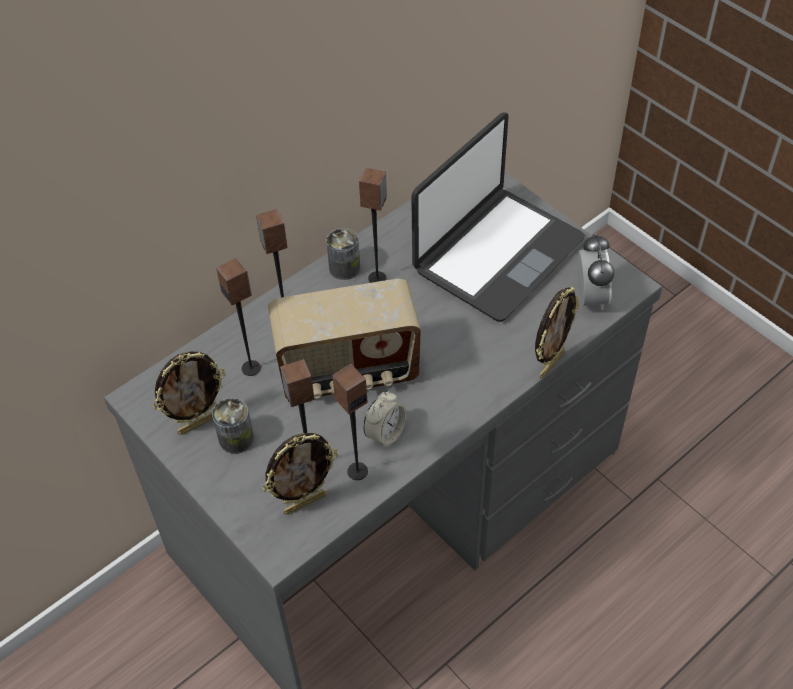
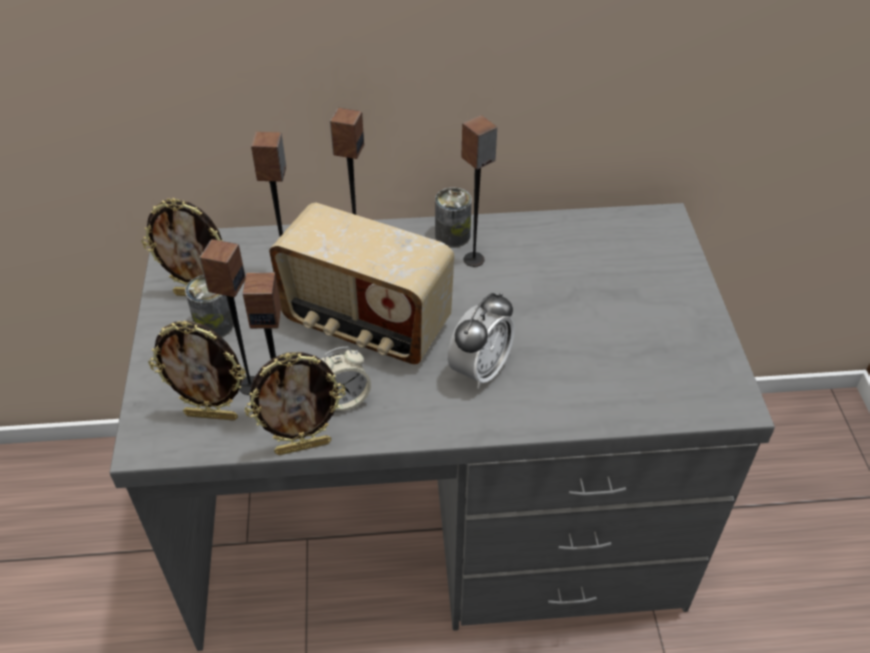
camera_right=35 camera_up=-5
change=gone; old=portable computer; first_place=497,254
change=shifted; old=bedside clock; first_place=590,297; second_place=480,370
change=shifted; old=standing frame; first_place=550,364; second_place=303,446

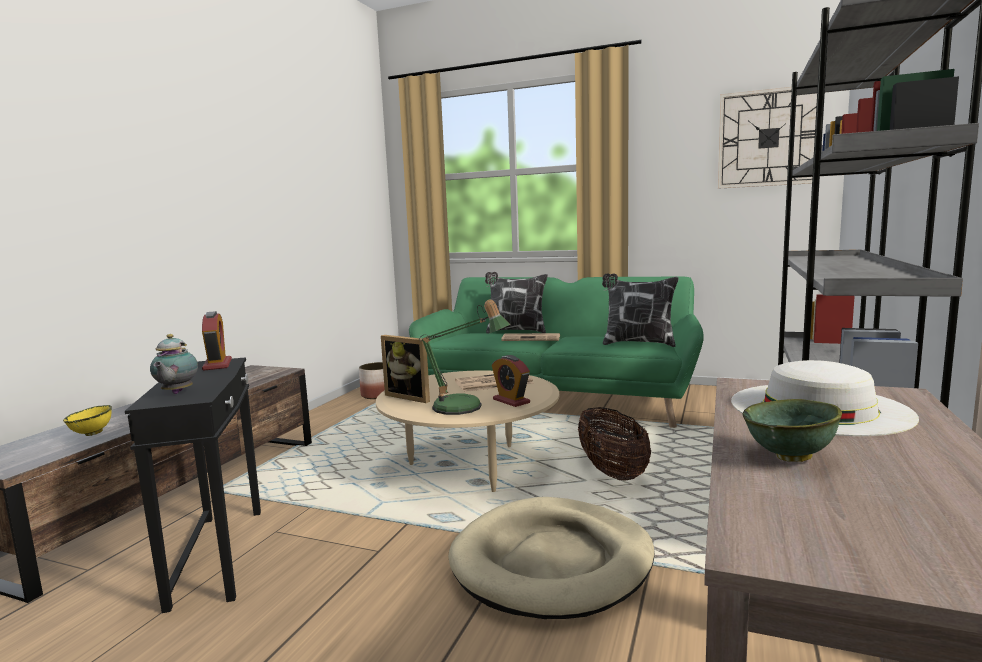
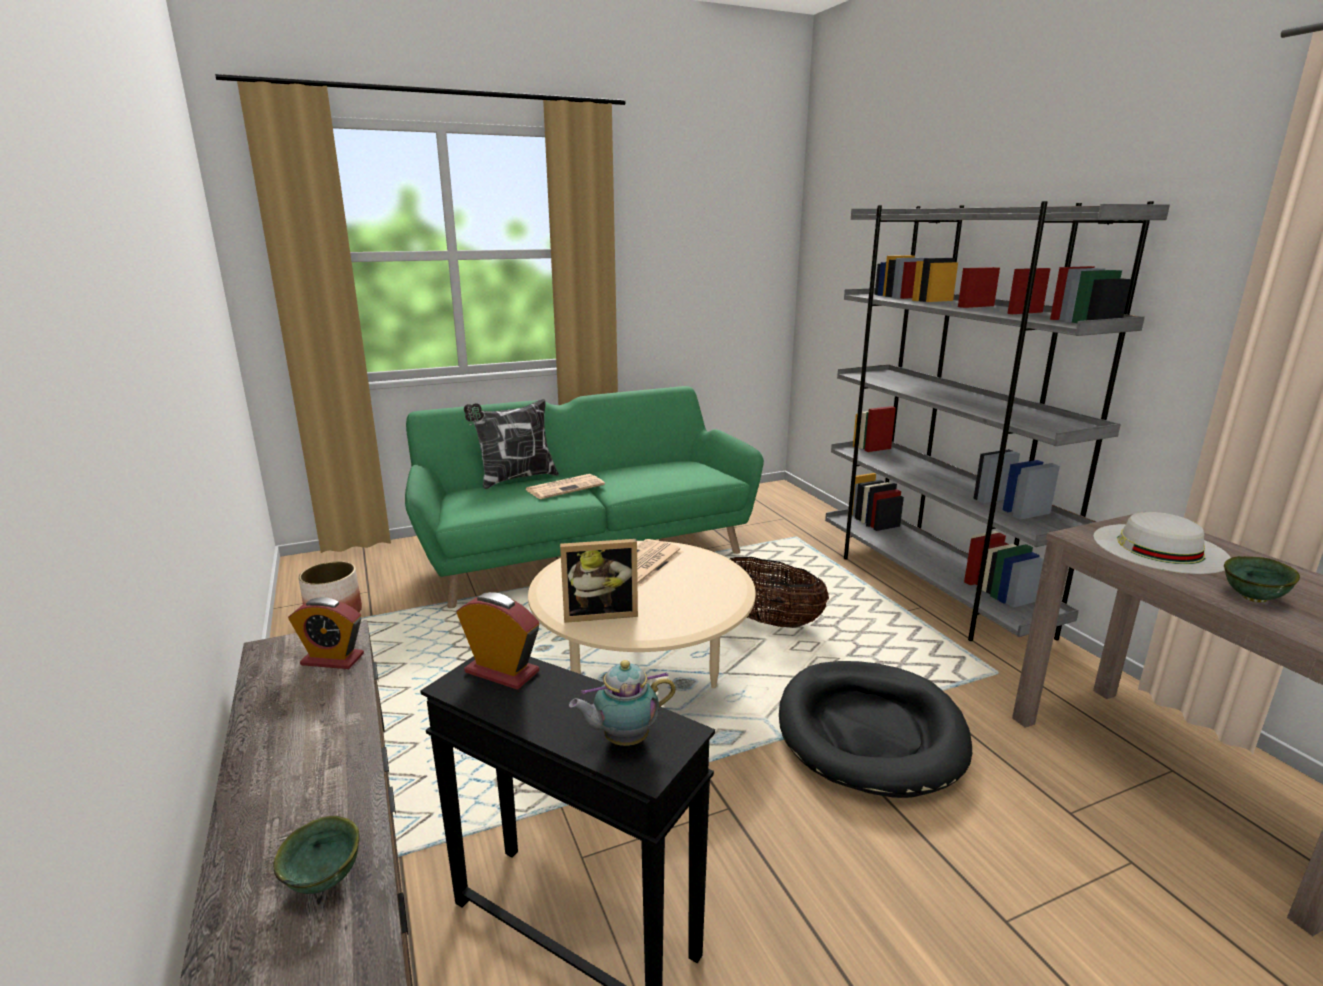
camera_right=-45 camera_up=10
change=gone; old=clock on the wall; first_place=768,138
change=gone; old=pillow; first_place=637,343
change=gone; old=table lamp; first_place=464,408
change=rotated; old=pot for tea; first_place=176,393; second_place=623,740; degrees=120
change=shifted; old=bedside clock; first_place=511,401; second_place=332,659
change=repainted; old=serving bowl (yellow); new=serving bowl (greenish); first_place=92,434; second_place=326,880
change=repainted; old=dog bed (sand-coloured); new=dog bed (blackish); first_place=553,562; second_place=870,731

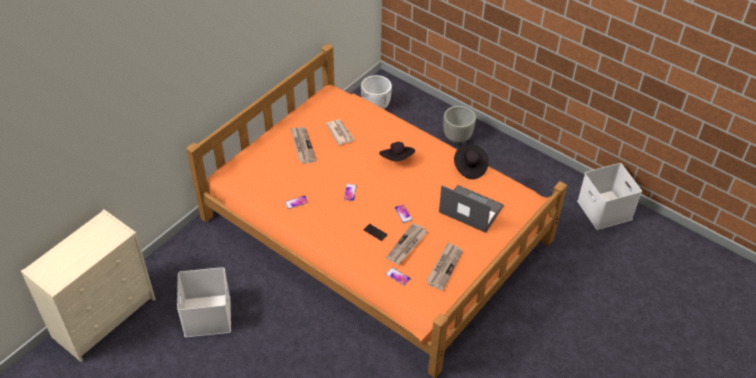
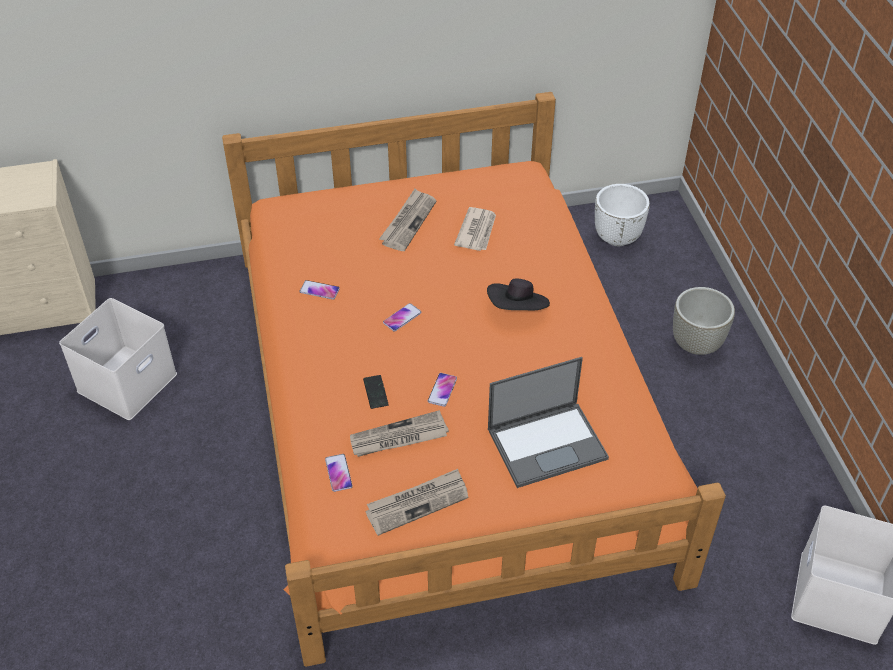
camera_right=40 camera_up=0
change=gone; old=hat (blackish); first_place=469,167
change=rotated; old=portable computer; first_place=470,209; second_place=548,443; degrees=90

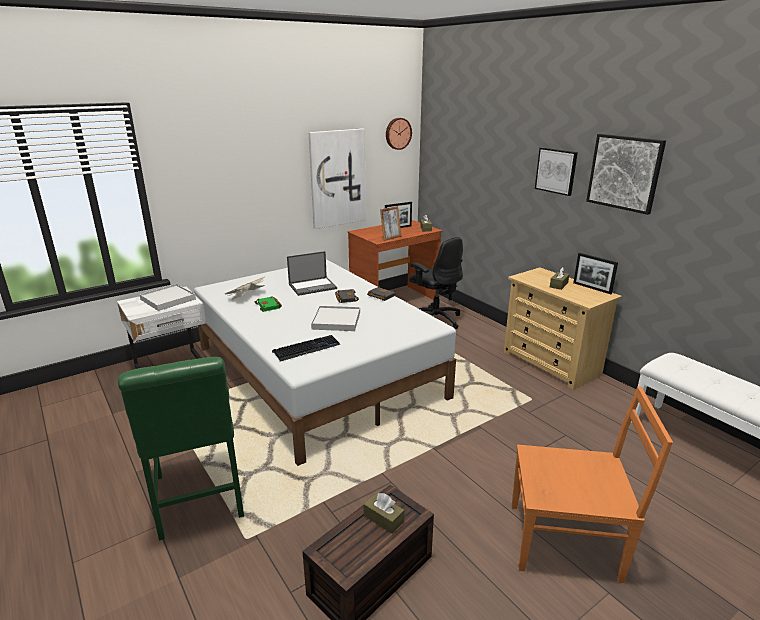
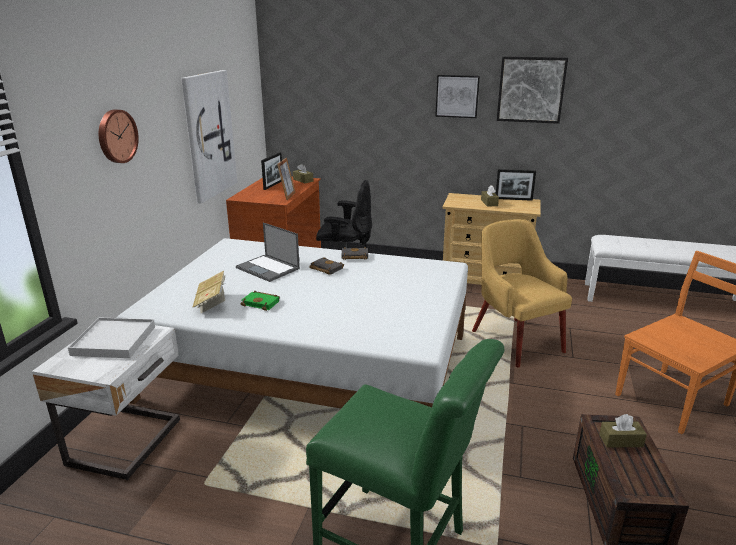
camera_right=-40 camera_up=0
change=shifted; old=clock on the wall; first_place=397,133; second_place=116,136
change=rotated; old=portable computer; first_place=313,286; second_place=268,268; degrees=105
change=gone; old=carrying tray (white); first_place=336,321
change=gone; old=PC keyboard; first_place=306,349
change=new; new=armchair (yellow); second_place=515,340

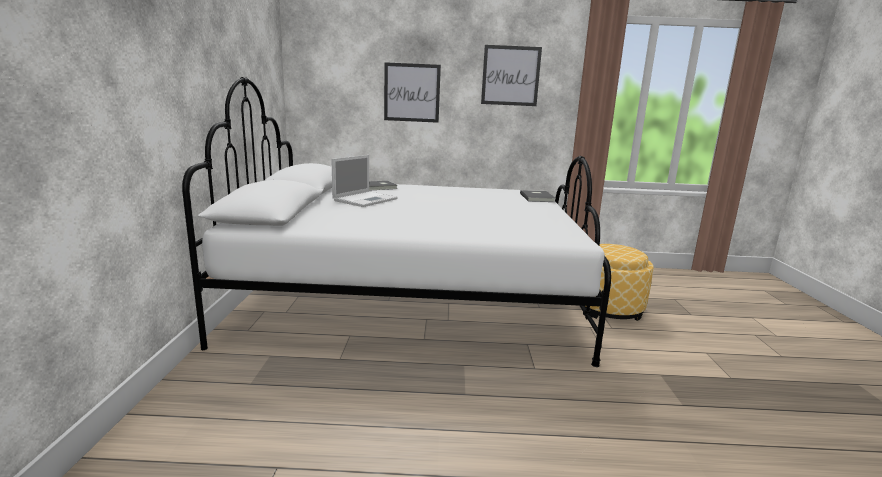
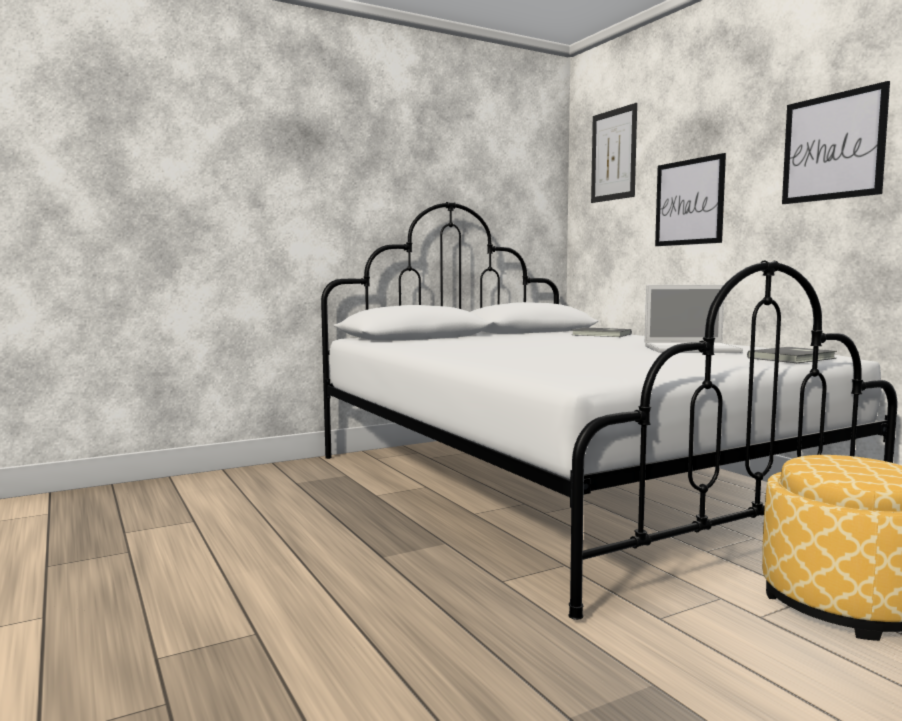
camera_right=60 camera_up=-10
change=shifted; old=portable computer; first_place=366,199; second_place=692,349
change=new; new=wall picture; second_place=613,155

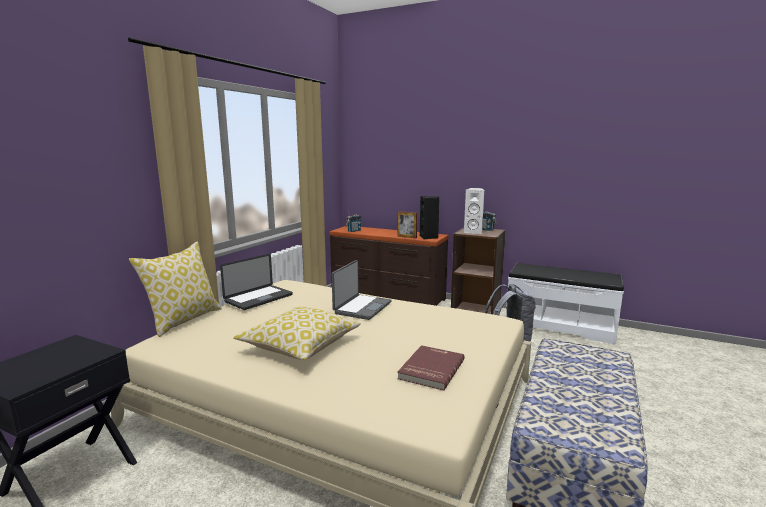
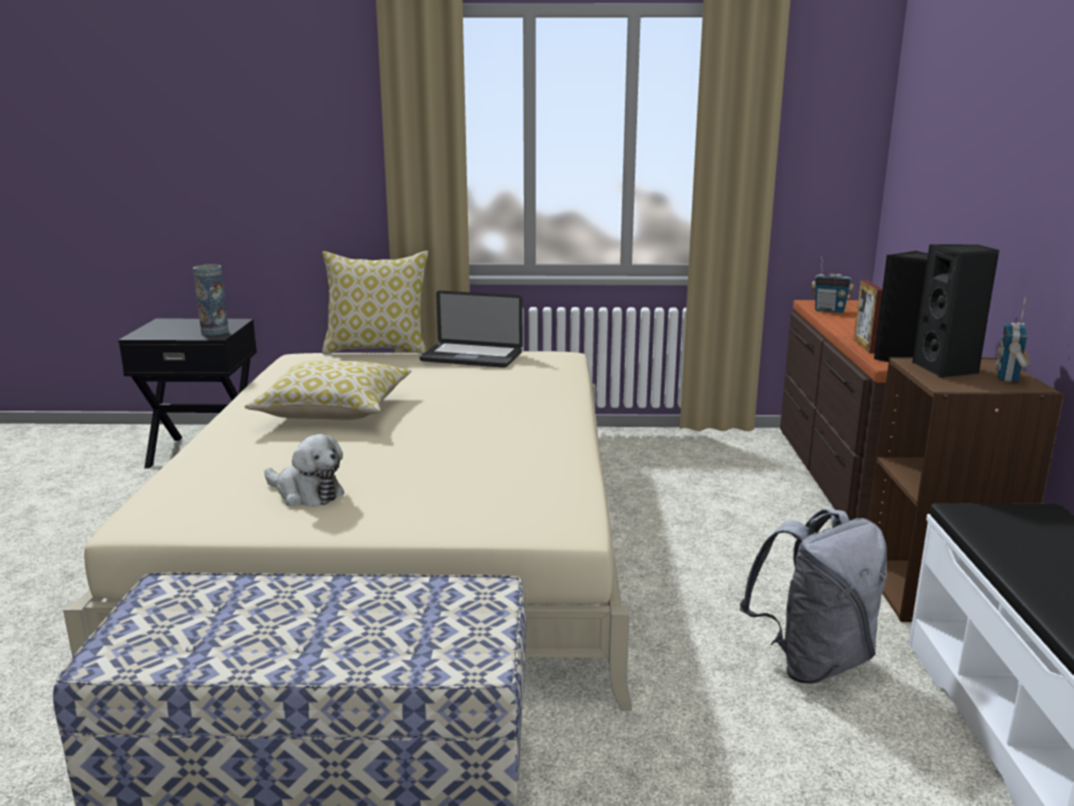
camera_right=65 camera_up=5
change=repainted; old=speaker (white); new=speaker (blackish); first_place=473,232; second_place=947,369
change=gone; old=portable computer; first_place=362,307
change=swapped; old=book (red); new=plush toy; first_place=430,369; second_place=306,493
change=new; new=vase; second_place=214,331

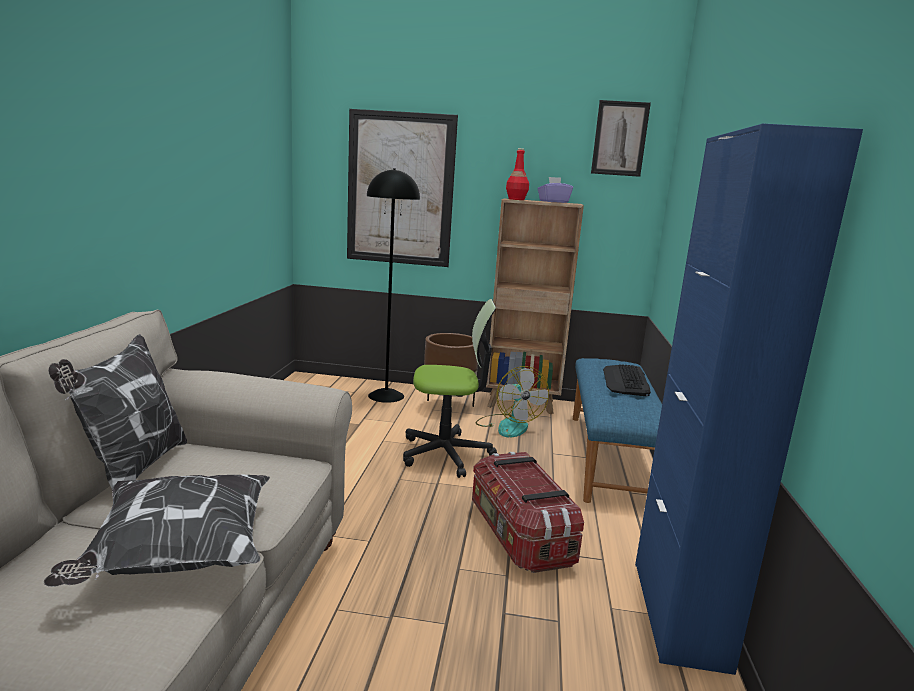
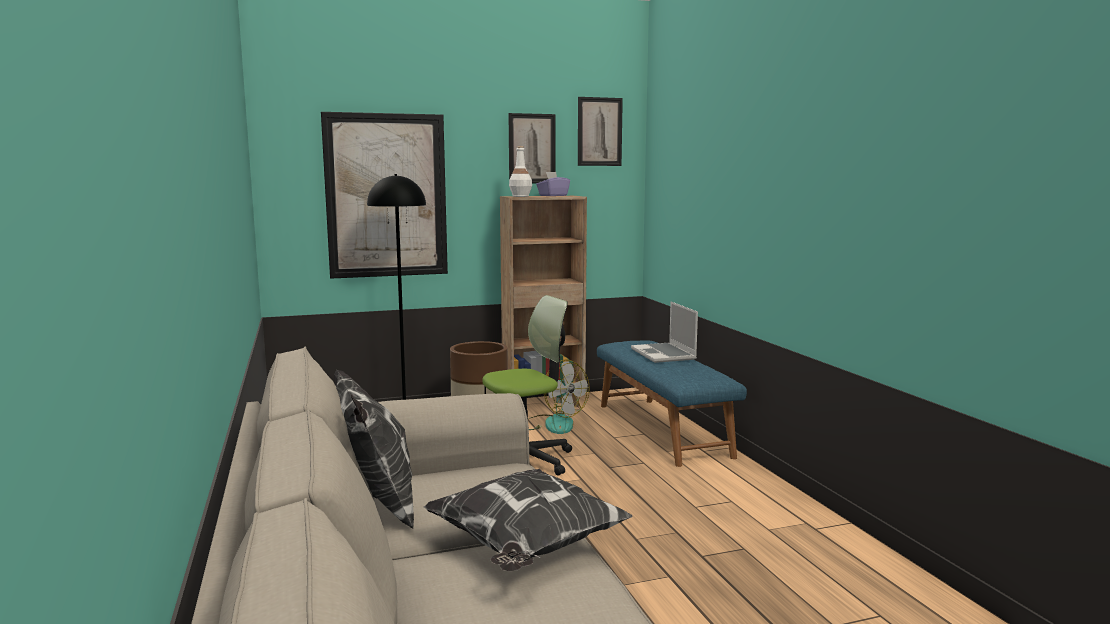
camera_right=-25 camera_up=-5
change=gone; old=cabinet (blue); first_place=679,613
change=repainted; old=drink bottle (red); new=drink bottle (white); first_place=516,199; second_place=520,196
change=swapped; old=PC keyboard; new=portable computer; first_place=625,381; second_place=664,354
change=gone; old=storage box; first_place=519,535
change=new; new=wall picture; second_place=532,148

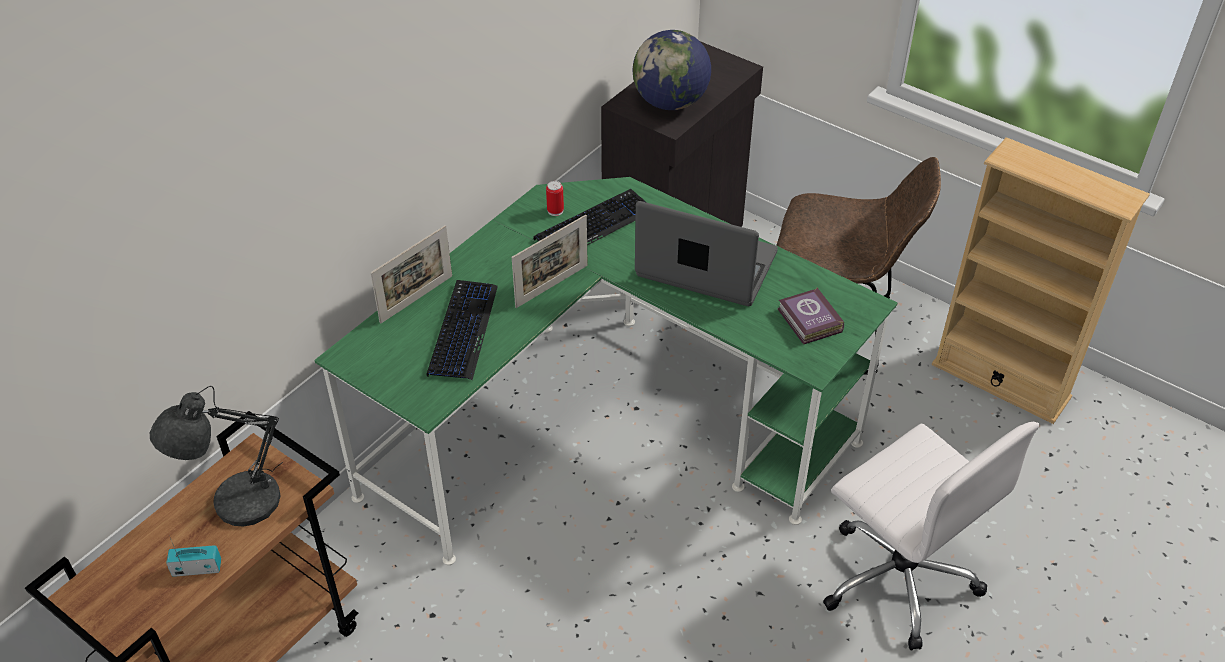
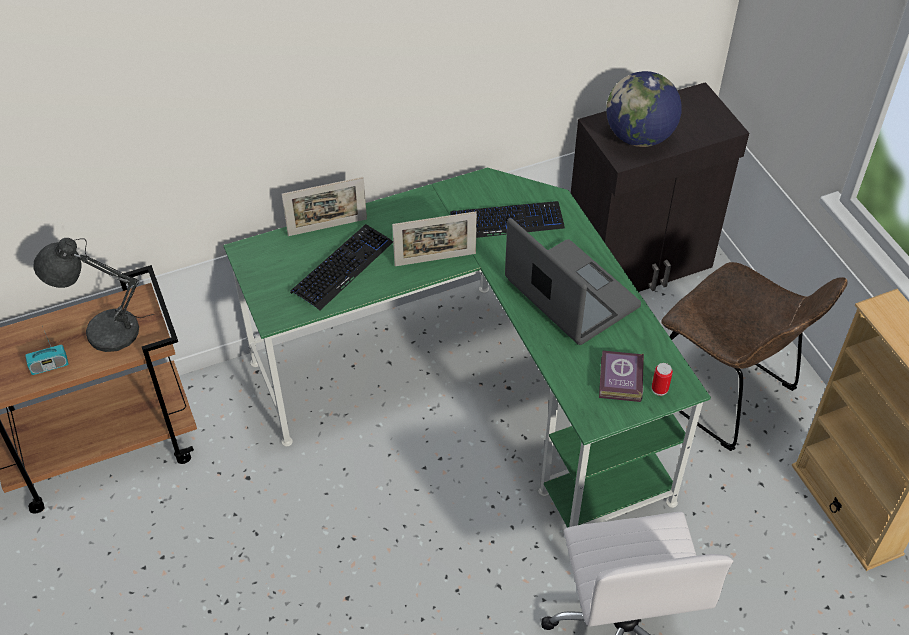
camera_right=30 camera_up=5
change=shifted; old=sealed can; first_place=555,211; second_place=659,389
change=rotated; old=radio set; first_place=197,568; second_place=49,366; degrees=135

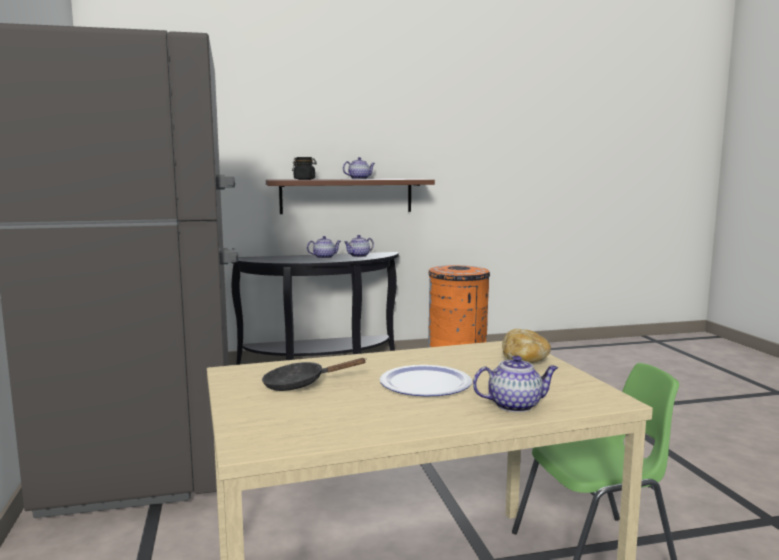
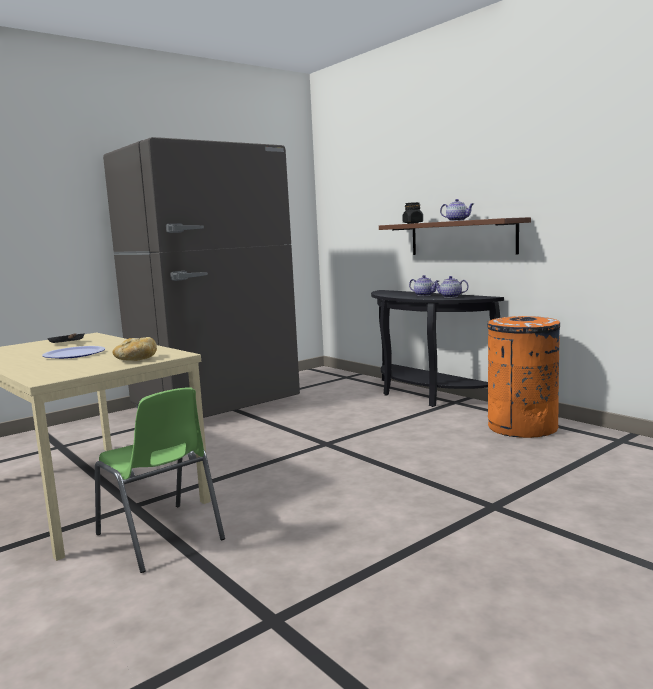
camera_right=65 camera_up=0
change=gone; old=pot for tea; first_place=515,405

